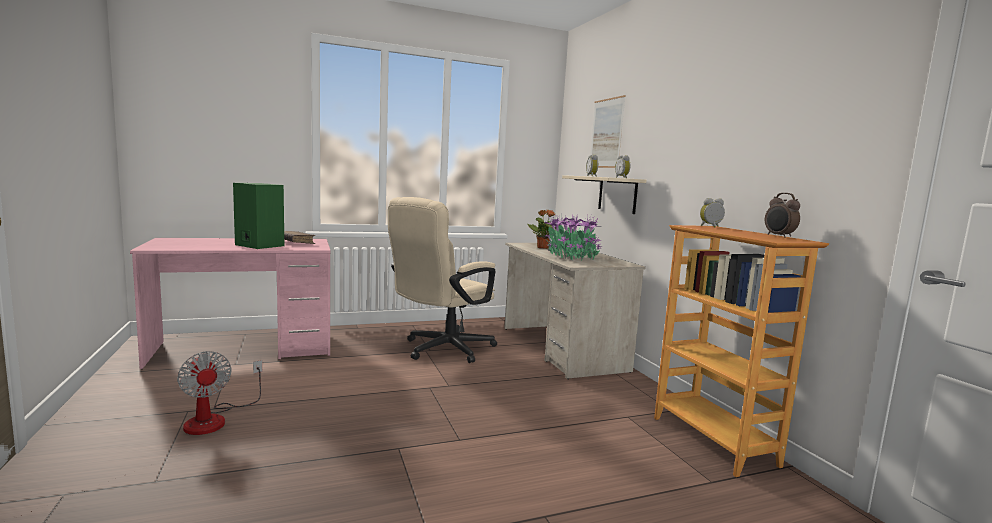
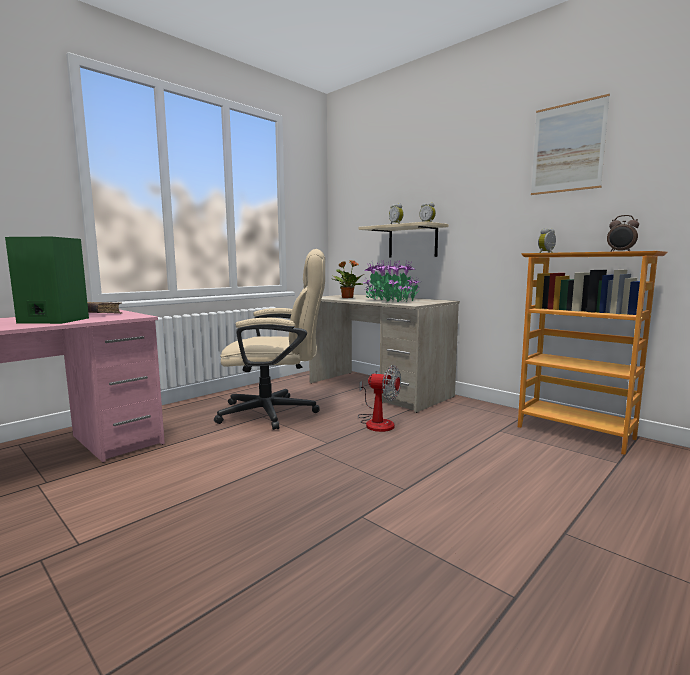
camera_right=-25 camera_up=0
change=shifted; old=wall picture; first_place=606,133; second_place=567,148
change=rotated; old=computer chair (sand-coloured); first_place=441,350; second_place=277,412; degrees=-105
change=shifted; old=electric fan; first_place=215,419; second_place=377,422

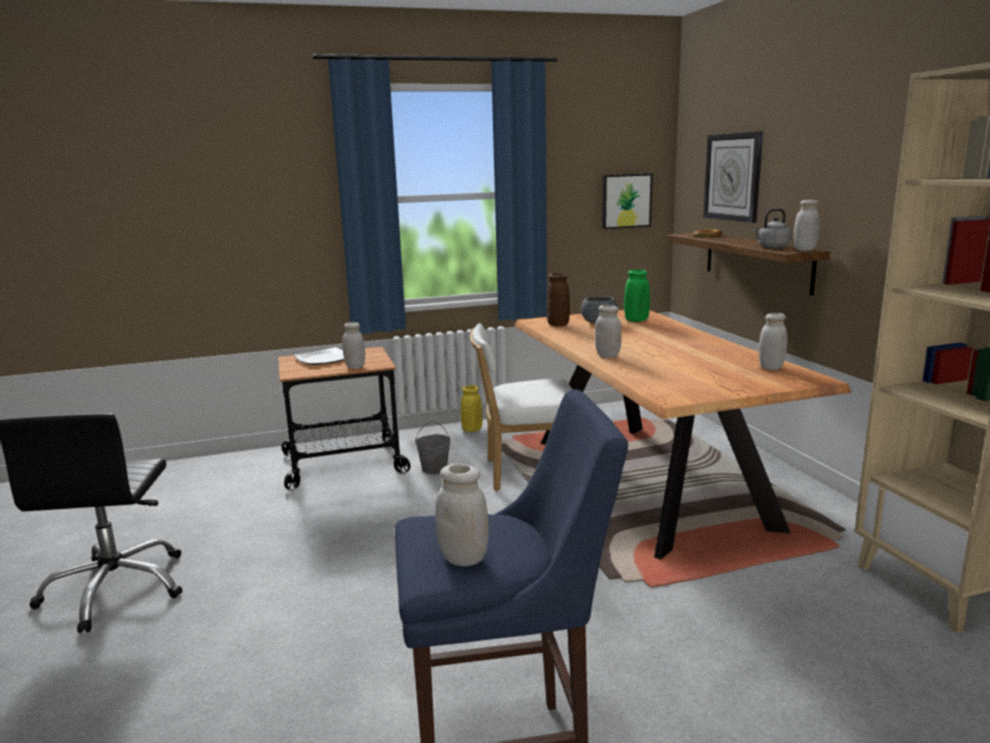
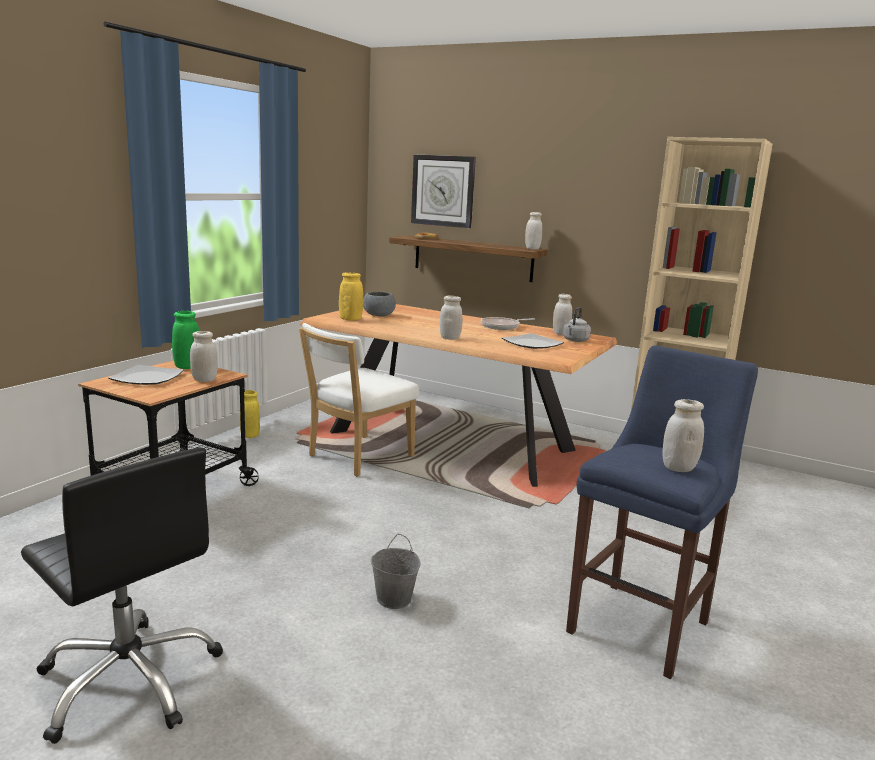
camera_right=-45 camera_up=0
change=gone; old=wall picture; first_place=625,201
change=shifted; old=water kettle (gray); first_place=772,247; second_place=575,340
change=shifted; old=vase (greenish); first_place=636,320; second_place=188,367
change=repainted; old=vase (brownish); new=vase (yellow); first_place=558,325; second_place=350,319
change=shifted; old=pail (gray); first_place=434,469; second_place=394,599
change=new; new=skillet; second_place=502,326
change=new; new=flat dish; second_place=533,344

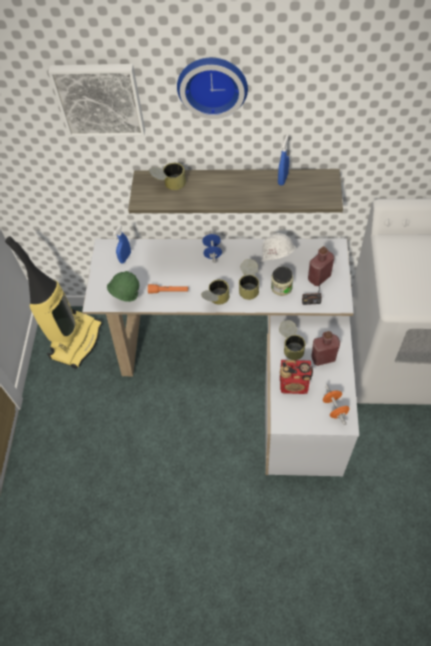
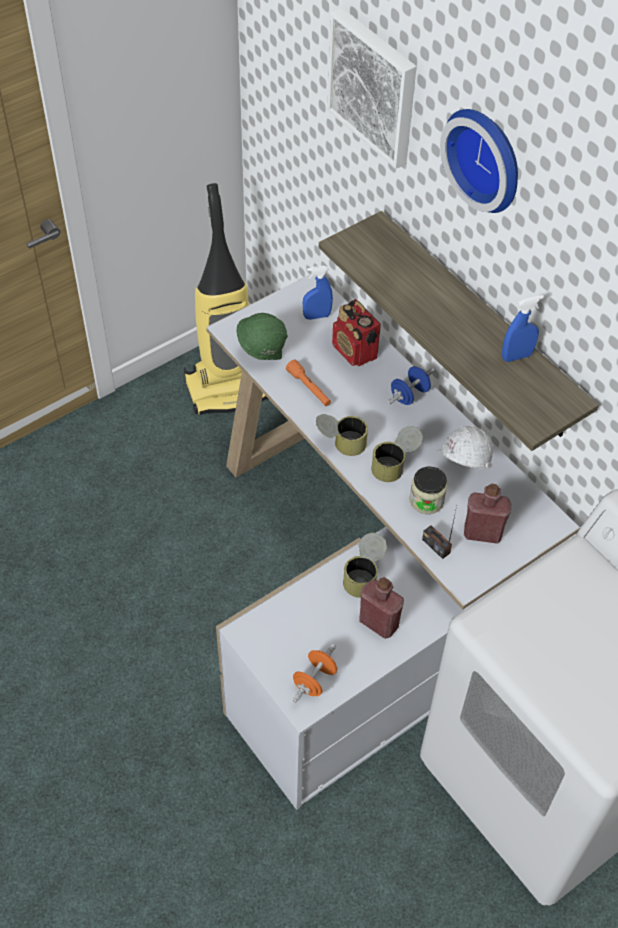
camera_right=45 camera_up=-5
change=gone; old=sealed can; first_place=169,184
change=shifted; old=radio set; first_place=294,385; second_place=355,352

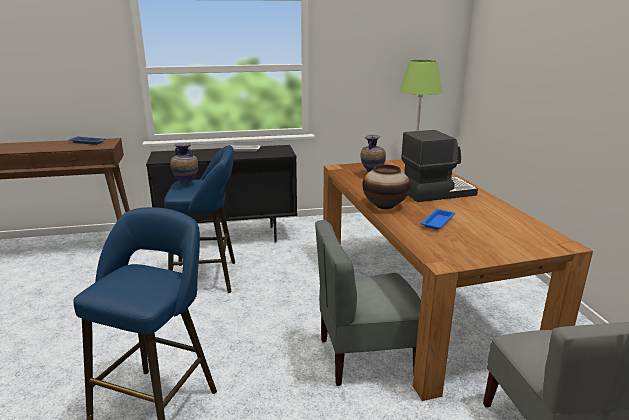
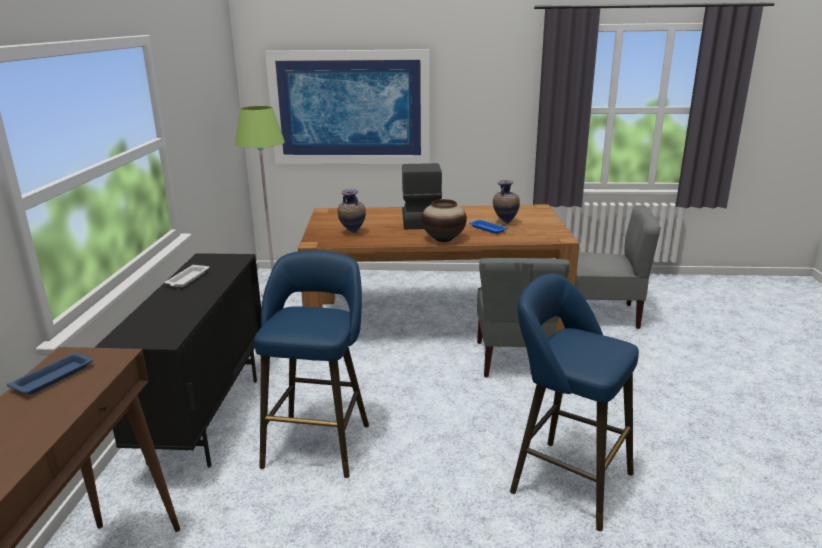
camera_right=-75 camera_up=0
change=shifted; old=vase; first_place=187,184; second_place=505,222
change=new; new=wall picture; second_place=350,108

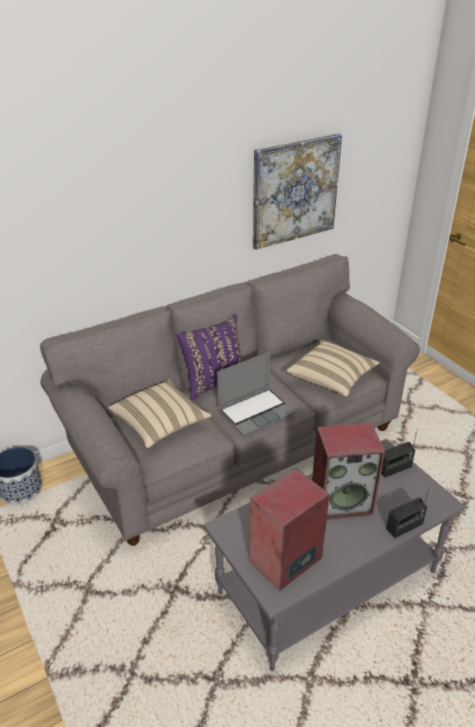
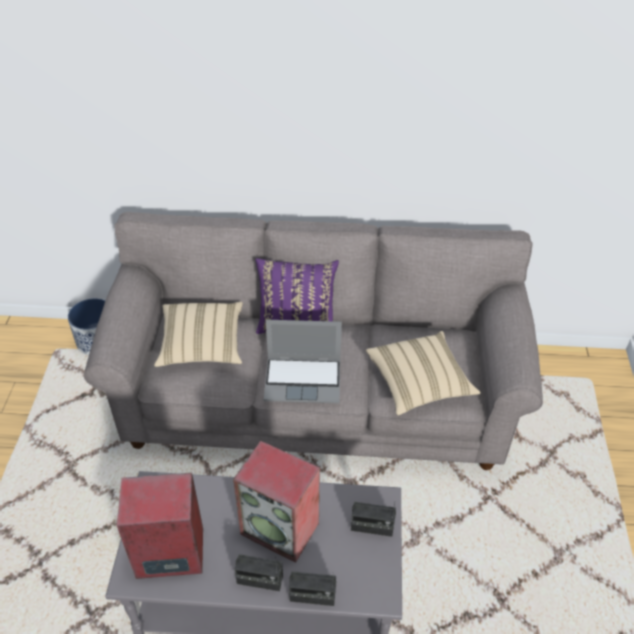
camera_right=35 camera_up=10
change=gone; old=wall picture; first_place=295,191
change=new; new=radio set; second_place=259,580

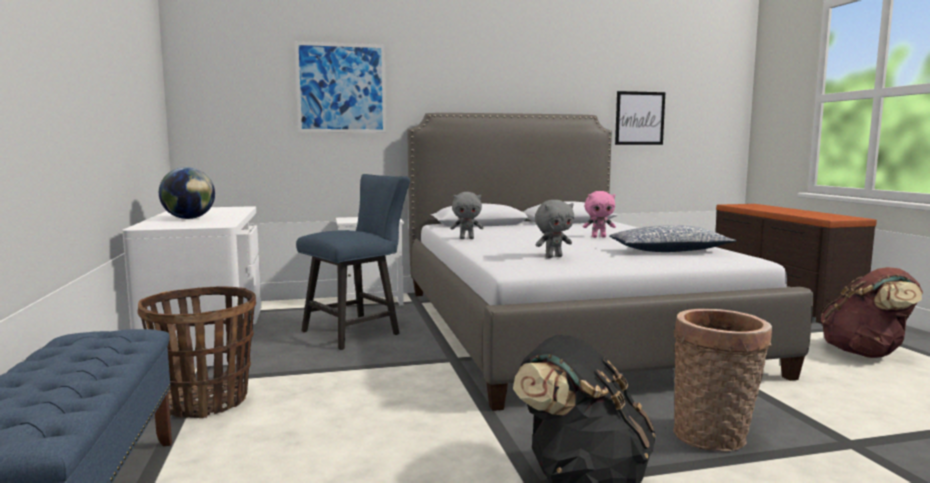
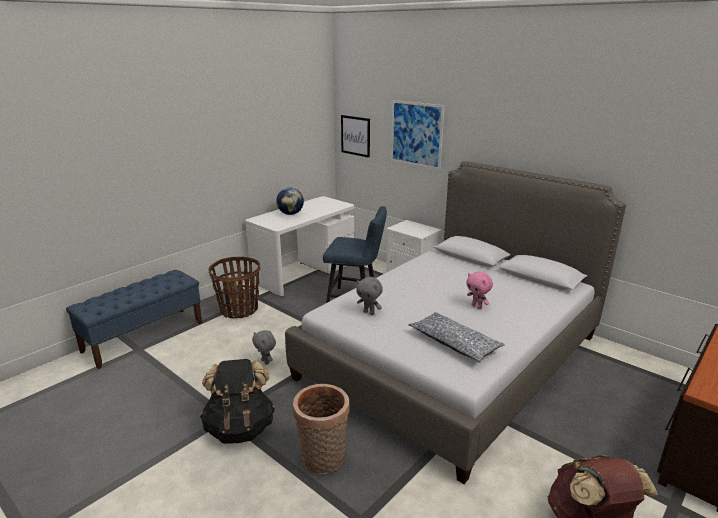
camera_right=55 camera_up=15
change=shifted; old=wall picture; first_place=639,118; second_place=355,136
change=shifted; old=plush toy (gray); first_place=467,238; second_place=266,362

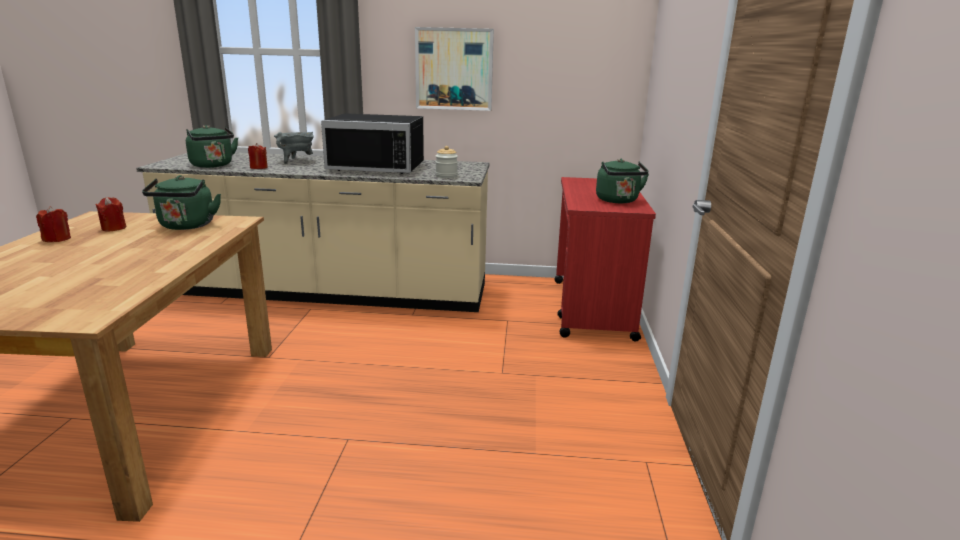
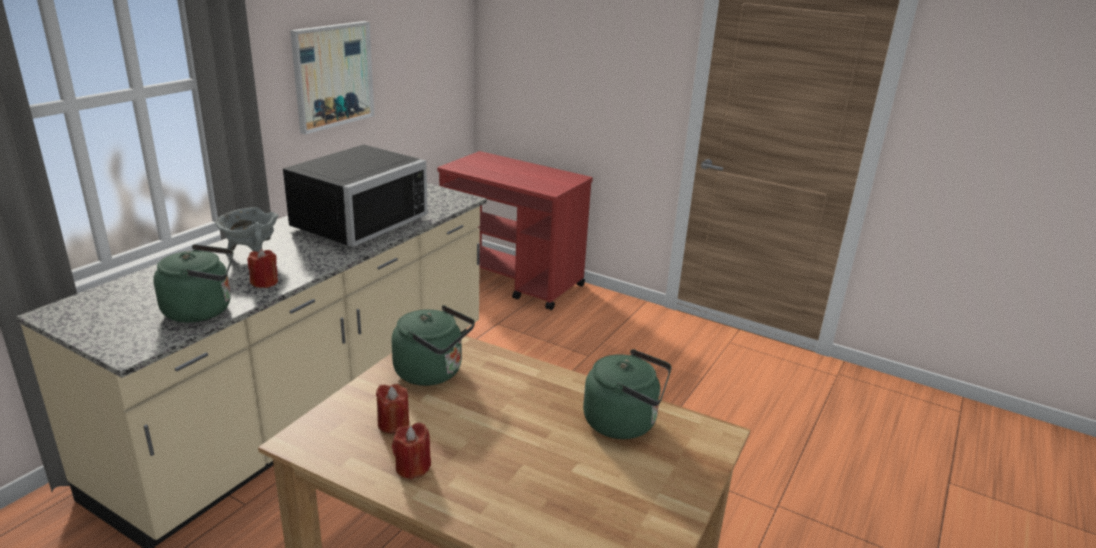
camera_right=-65 camera_up=5
change=gone; old=storage jar; first_place=446,176
change=shifted; old=water kettle (greenish); first_place=618,201; second_place=624,423

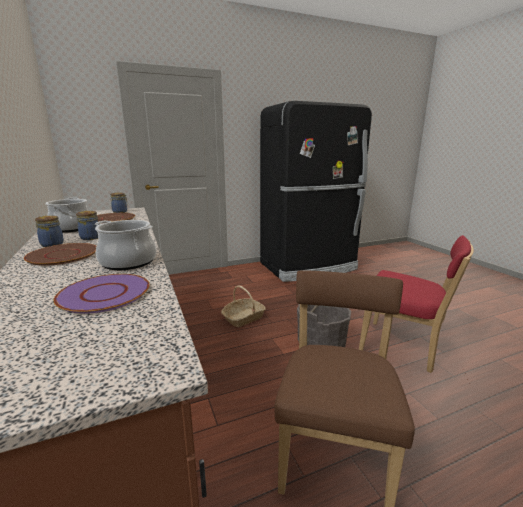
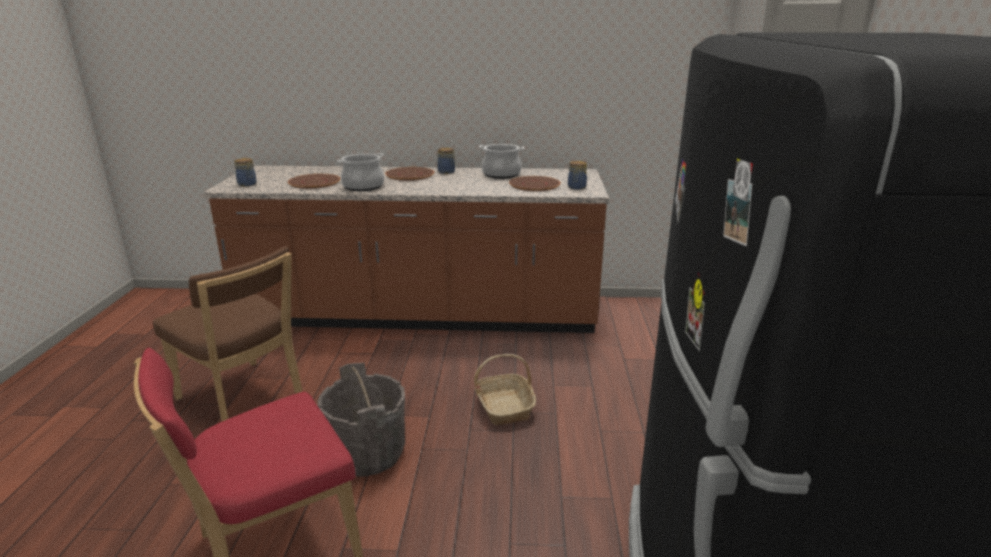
camera_right=115 camera_up=5
change=shifted; old=storage jar; first_place=91,237; second_place=247,184
change=repainted; old=flat dish (purplish); new=flat dish (brownish); first_place=105,294; second_place=314,182

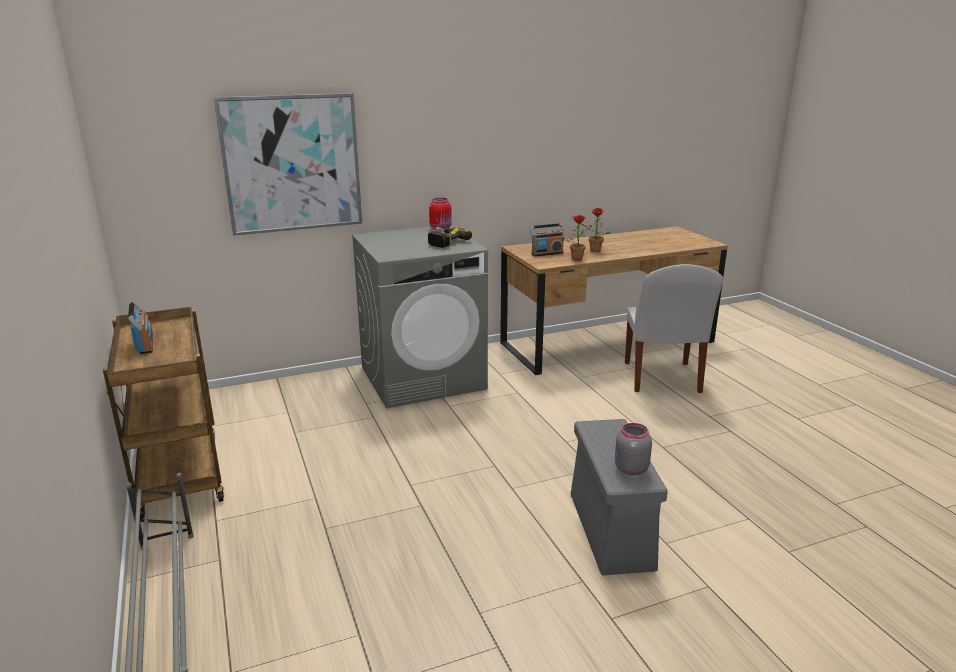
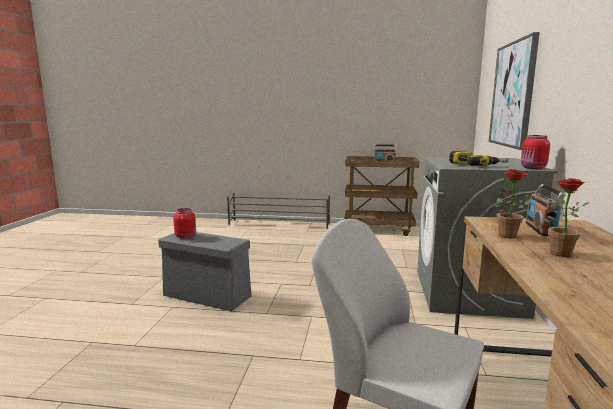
camera_right=120 camera_up=-10
change=repainted; old=storage jar (gray); new=storage jar (red); first_place=630,469; second_place=186,237

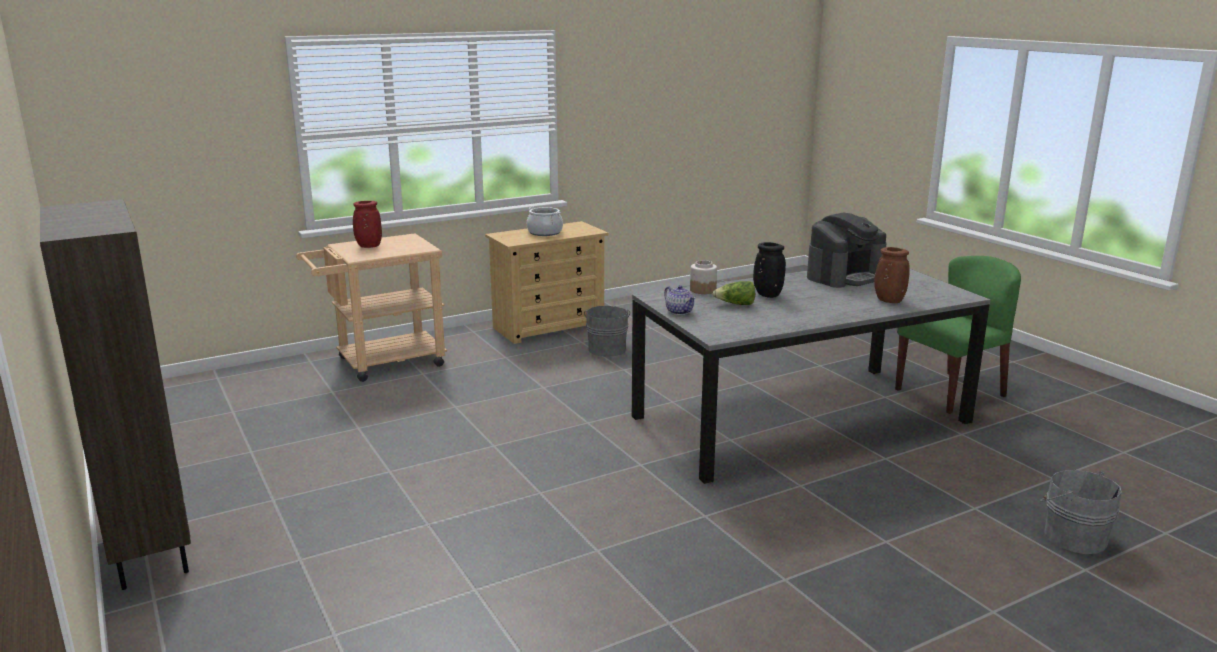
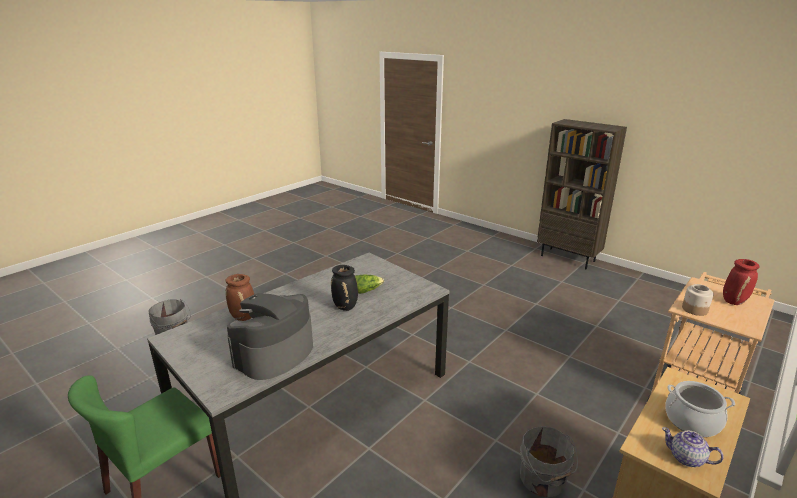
camera_right=160 camera_up=5
change=shifted; old=storage jar; first_place=702,290; second_place=695,309
change=shifted; old=pot for tea; first_place=679,311; second_place=687,458

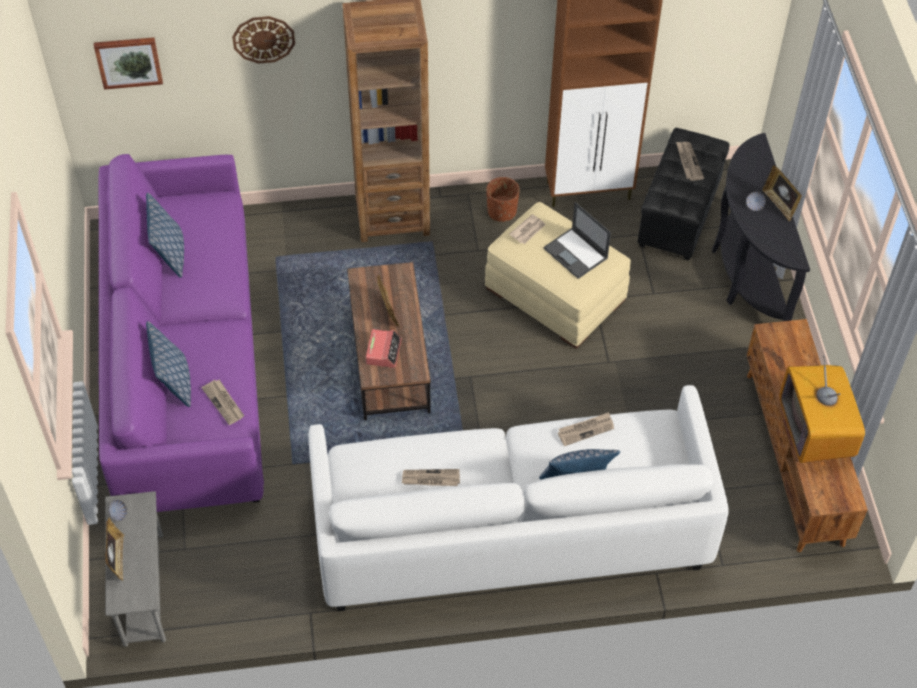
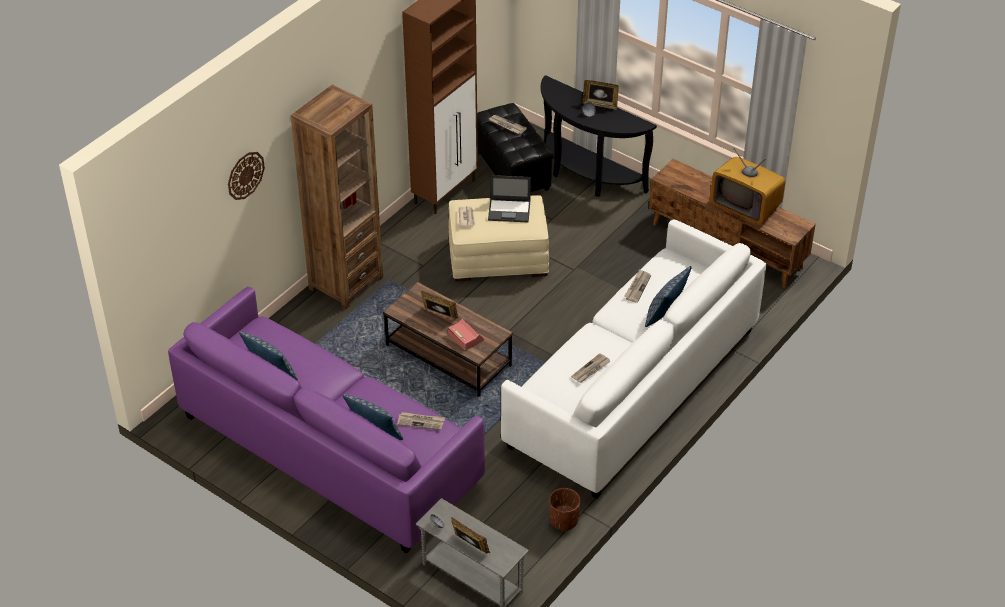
camera_right=-45 camera_up=-10
change=gone; old=wall picture; first_place=128,61
change=shifted; old=plant pot (brownish); first_place=501,211; second_place=564,520

